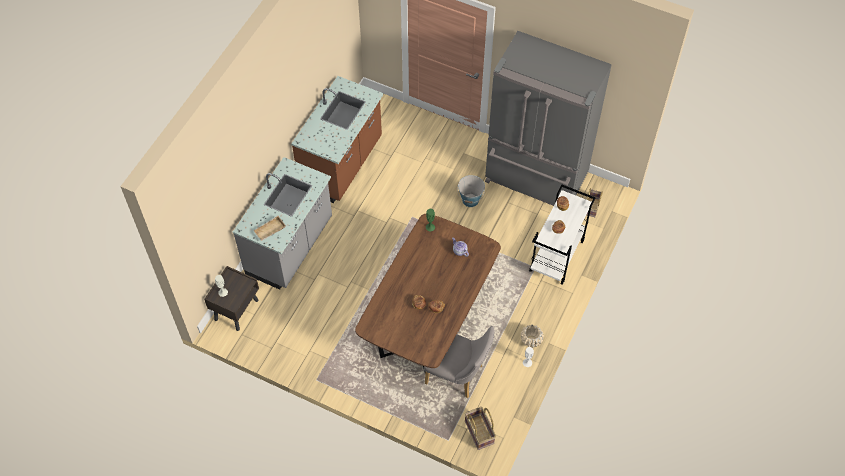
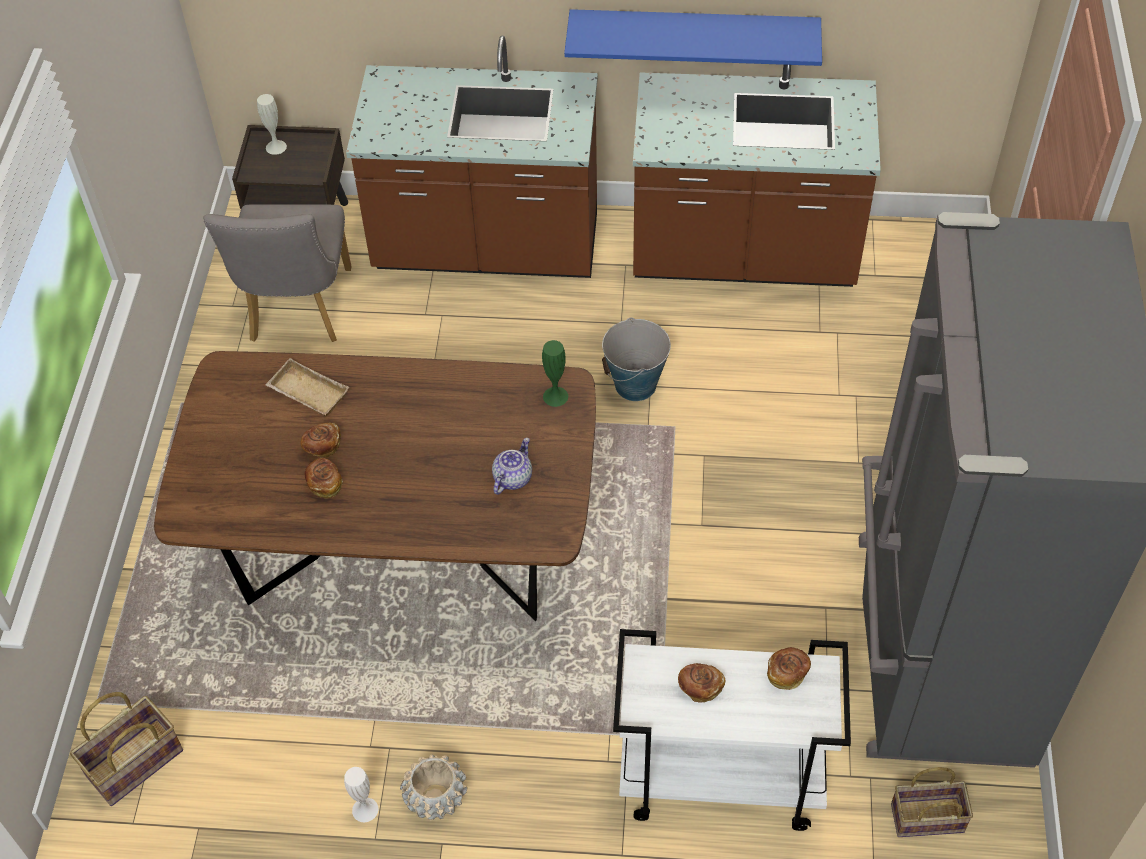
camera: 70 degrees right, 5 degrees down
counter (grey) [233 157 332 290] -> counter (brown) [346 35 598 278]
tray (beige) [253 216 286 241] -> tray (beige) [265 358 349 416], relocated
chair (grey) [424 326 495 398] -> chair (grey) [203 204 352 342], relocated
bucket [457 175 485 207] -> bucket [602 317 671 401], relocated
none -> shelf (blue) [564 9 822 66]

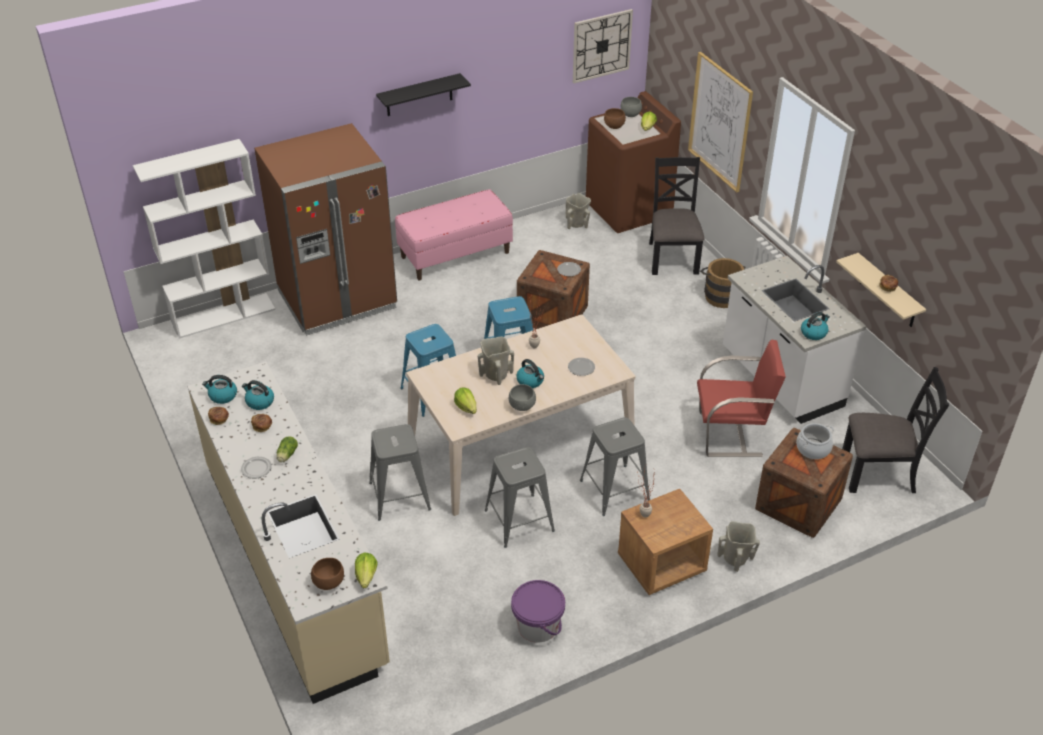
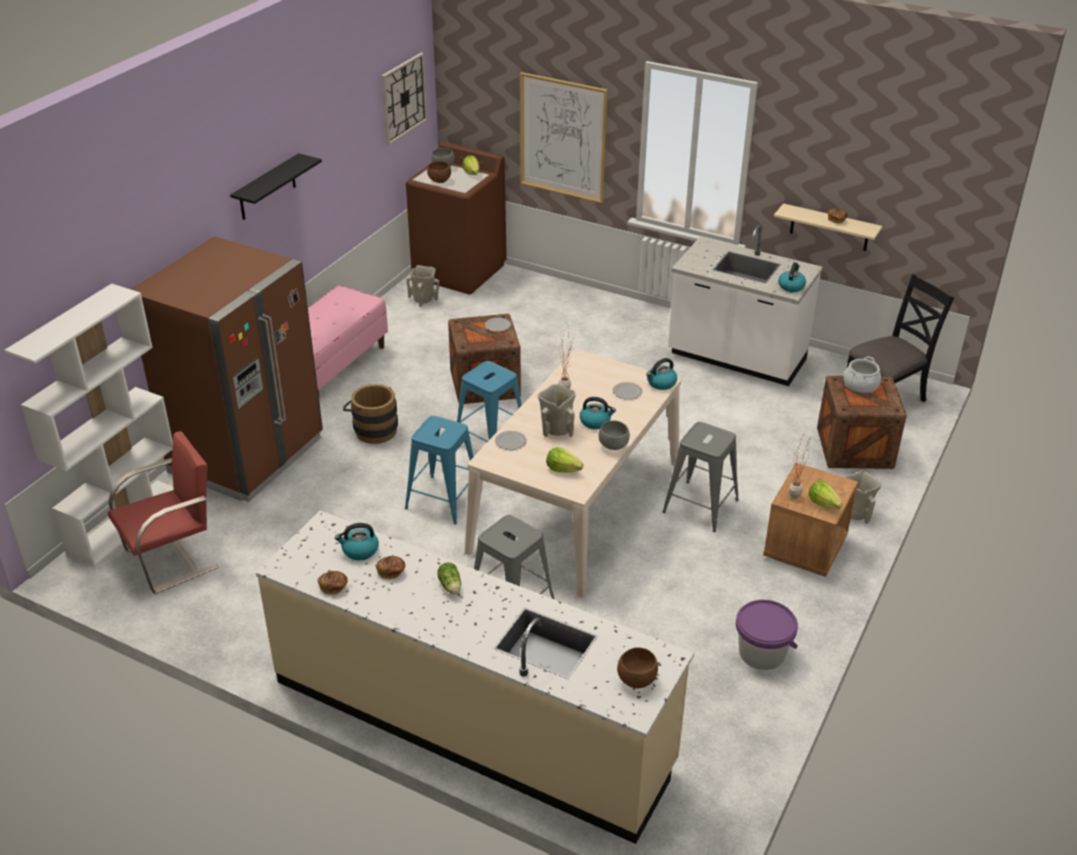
camera: 35 degrees left, 5 degrees down
kettle [202 375 237 404] -> kettle [646 358 677 390], relocated
plate [241 457 272 479] -> plate [495 431 527 450], relocated
lettuce [355 552 378 588] -> lettuce [809 481 843 509], relocated
stool (grey) [485 447 555 548] -> none
chair (black) [649 157 704 275] -> none
chair (red) [697 340 786 457] -> chair (red) [108 431 218 594], relocated
bucket (brown) [700 258 745 308] -> bucket (brown) [343 384 398 444], relocated

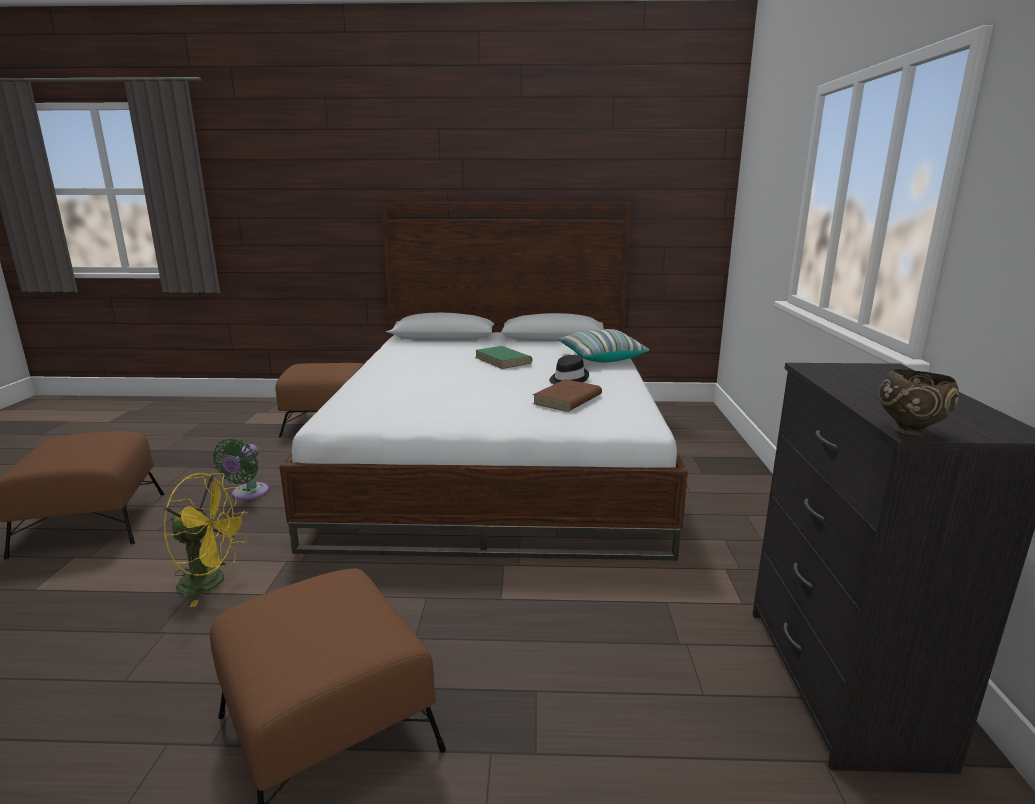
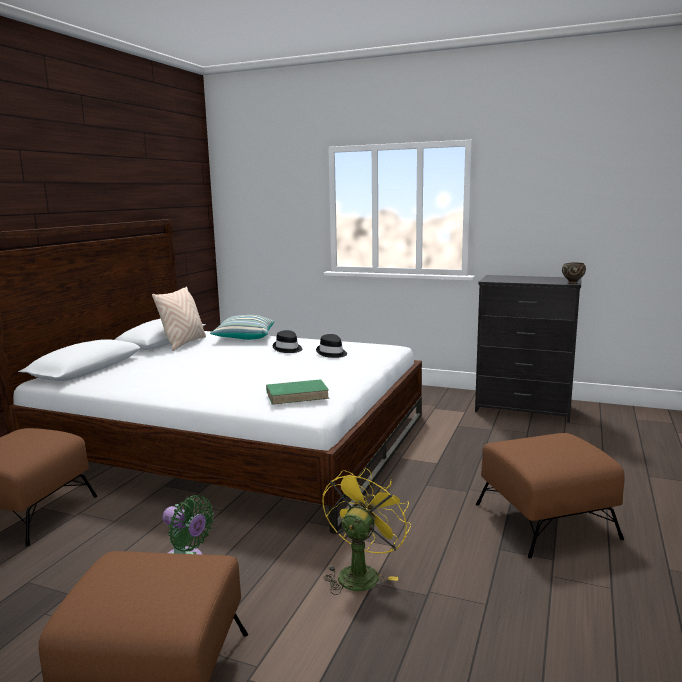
camera: 70 degrees left, 5 degrees down
book (green) [475 346 533 369] -> book (green) [266 379 329 405], relocated
book (brown) [533 379 602 412] -> hat (black) [316 334 347 358]
none -> pillow (beige) [152 286 206 351]

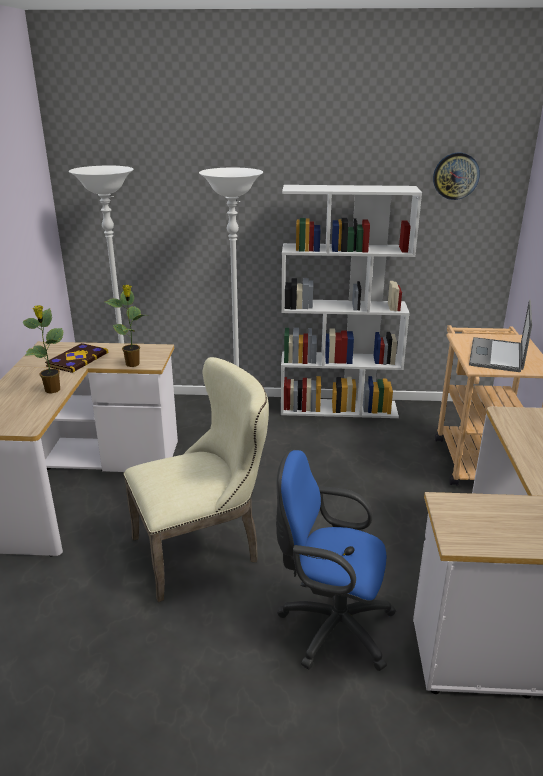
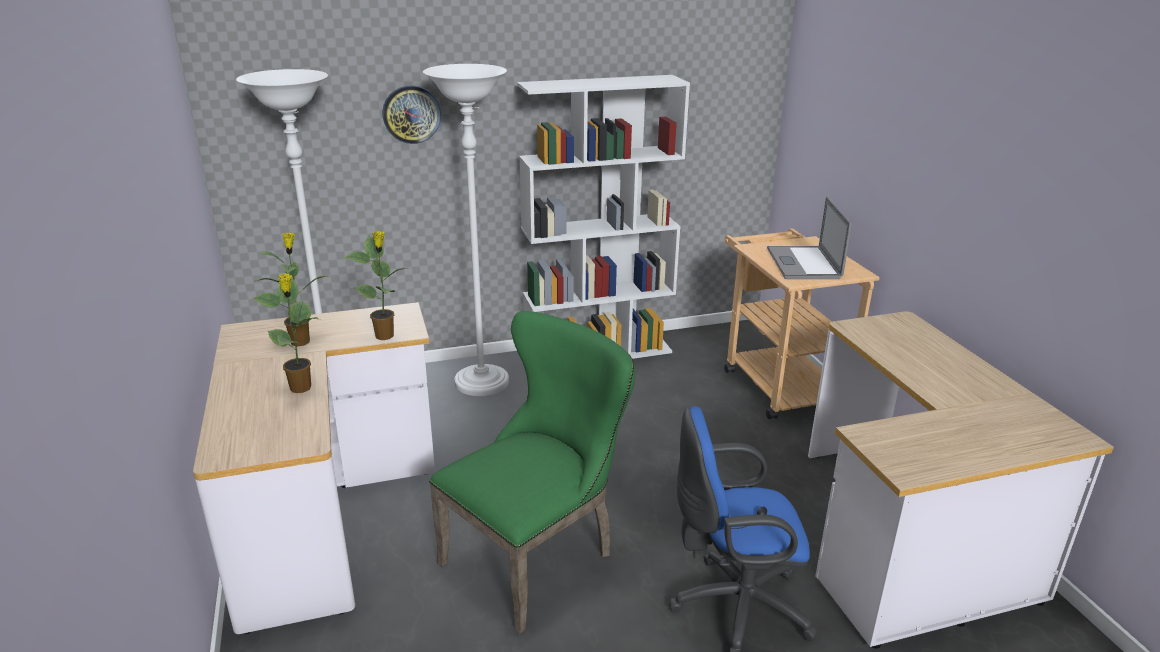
camera: 20 degrees left, 0 degrees up
book [45 343 108 373] -> potted plant [255 232 328 347]
chair (beige) [123 357 269 602] -> chair (green) [429 311 635 634]
wall clock [433 153 480 200] -> wall clock [383 85 441 144], relocated

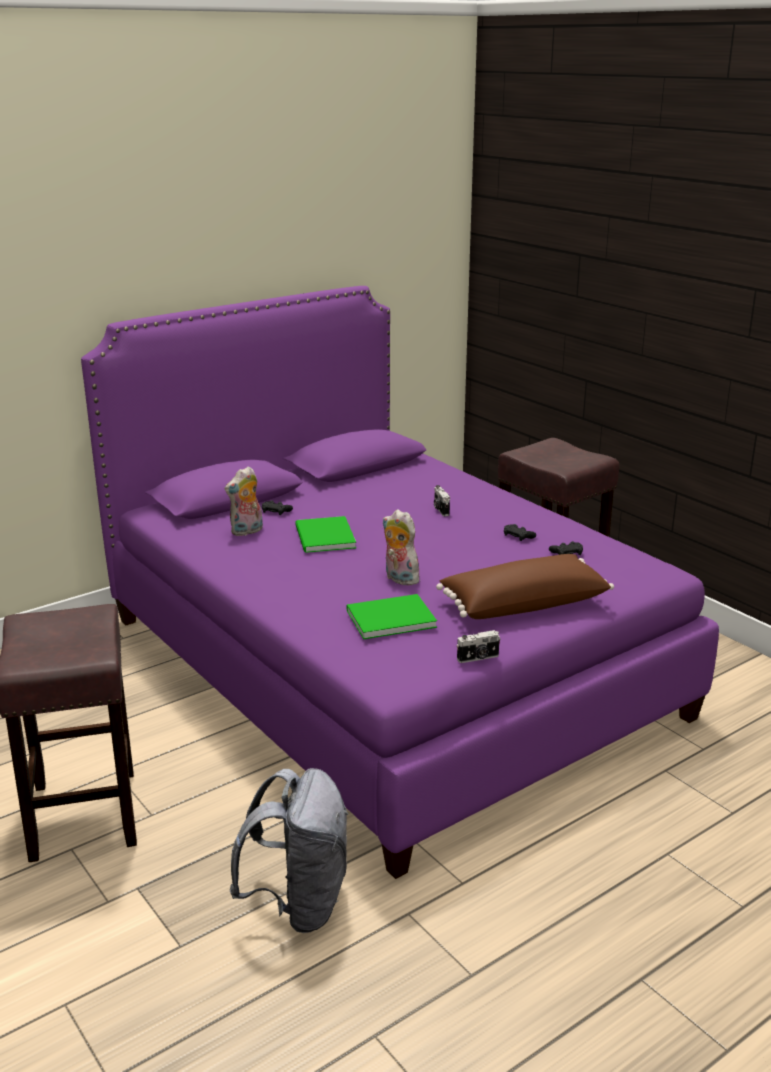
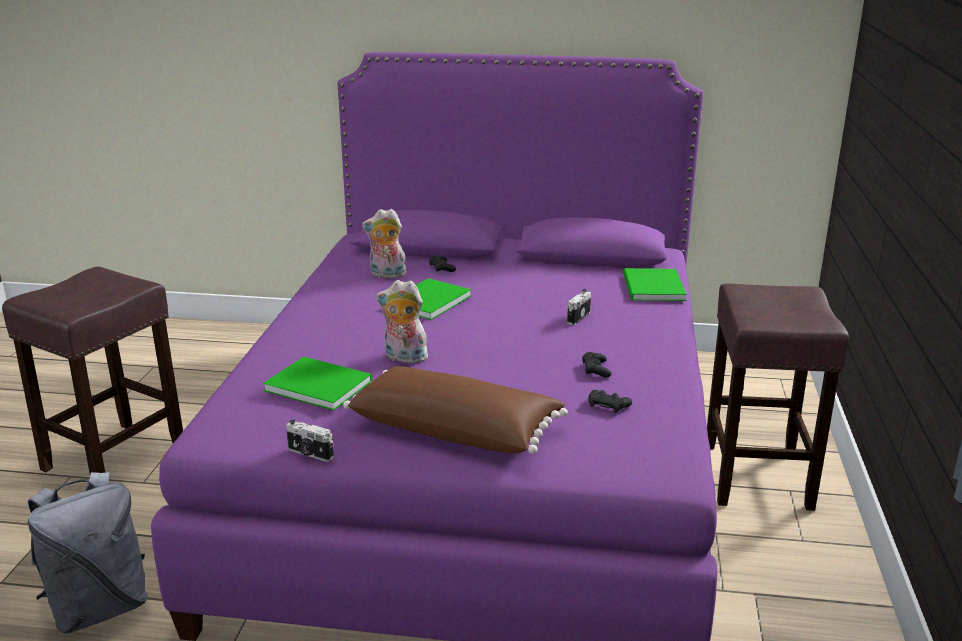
camera: 45 degrees right, 0 degrees up
plush toy [383 509 419 586] -> plush toy [376 280 430 363], 75 degrees counterclockwise
none -> book (green) [623 268 687 301]

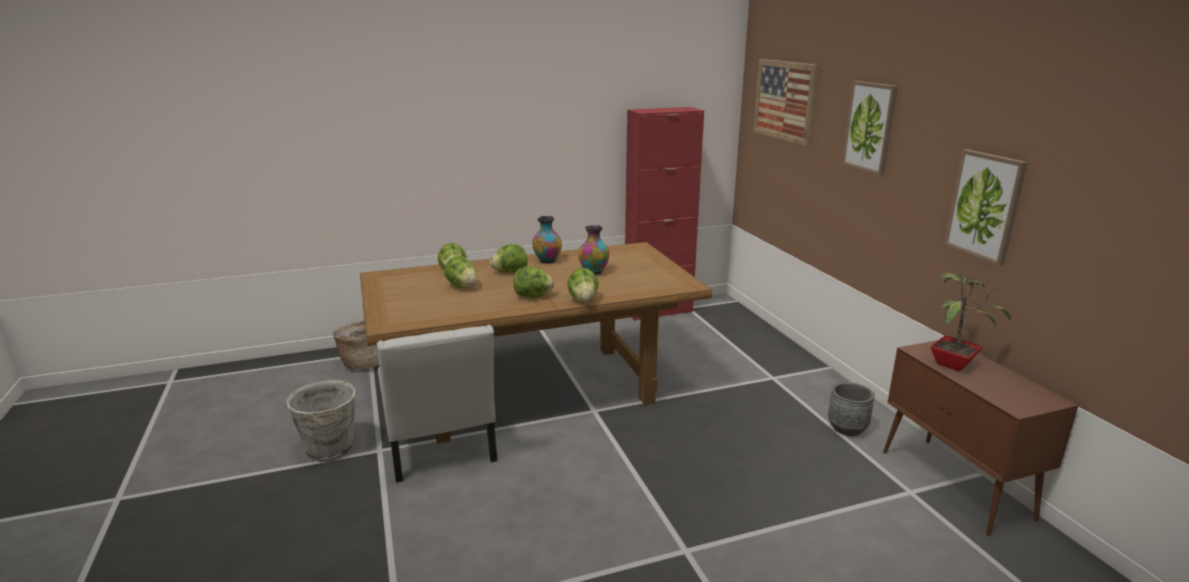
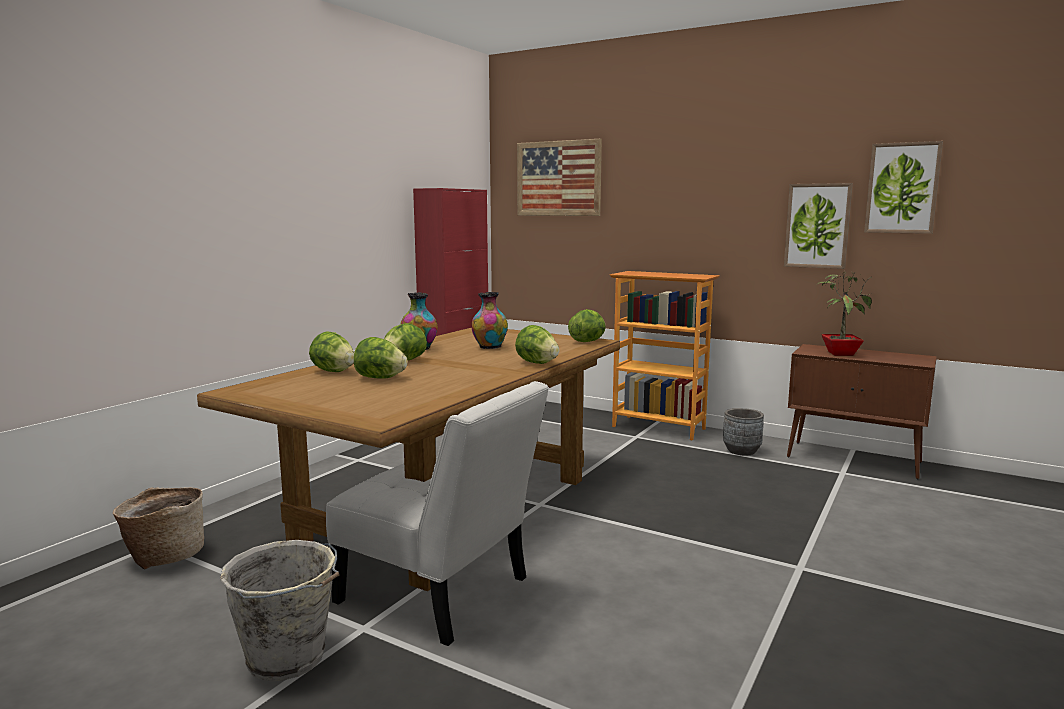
camera: 40 degrees left, 10 degrees down
lettuce [514 266 554 297] -> lettuce [568 309 606 342], relocated
picture [842 81 898 175] -> picture [864 141 943 234], relocated
none -> bookcase [610 271 720 440]

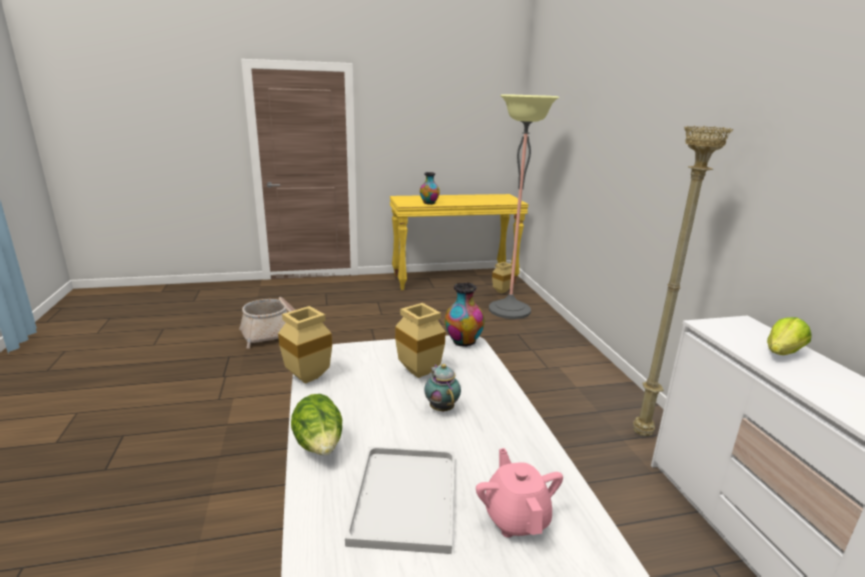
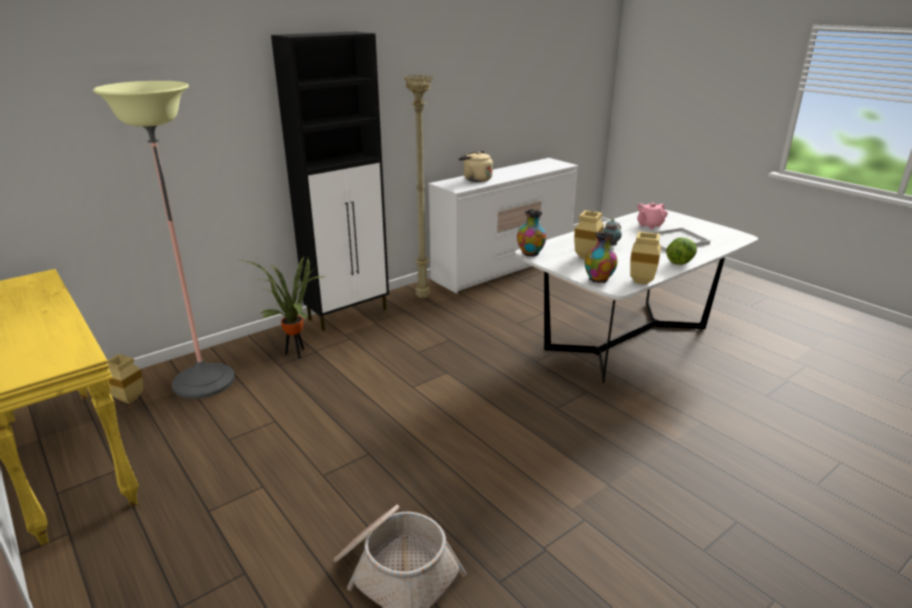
camera: 115 degrees left, 5 degrees up
vase [420 172 440 205] -> vase [584 232 618 283], relocated
lettuce [767 317 812 355] -> kettle (beige) [459 151 493 182]
none -> potted plant [240 256 322 359]
none -> cabinet (black) [271 31 389 331]

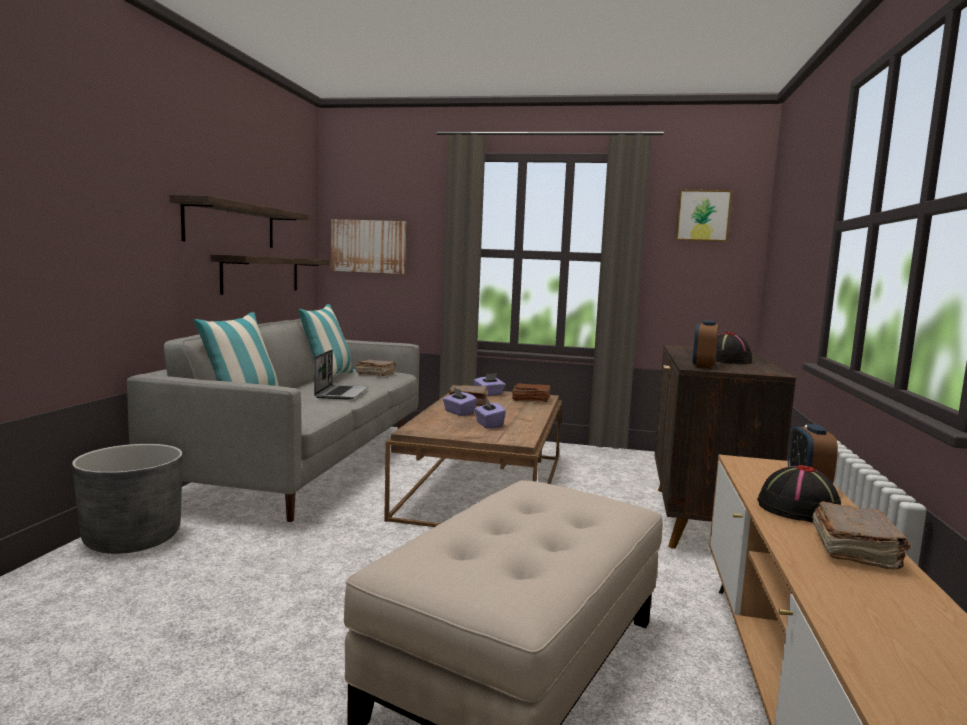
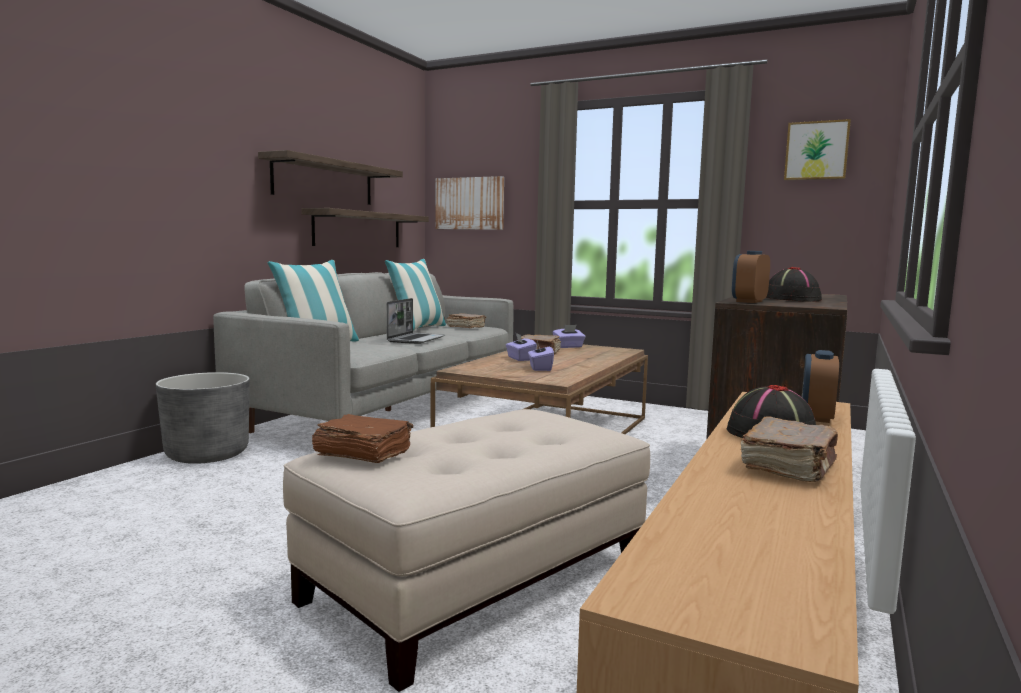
camera: 15 degrees right, 0 degrees up
book (brown) [512 383 550 402] -> book (brown) [312 414 413 463], relocated

